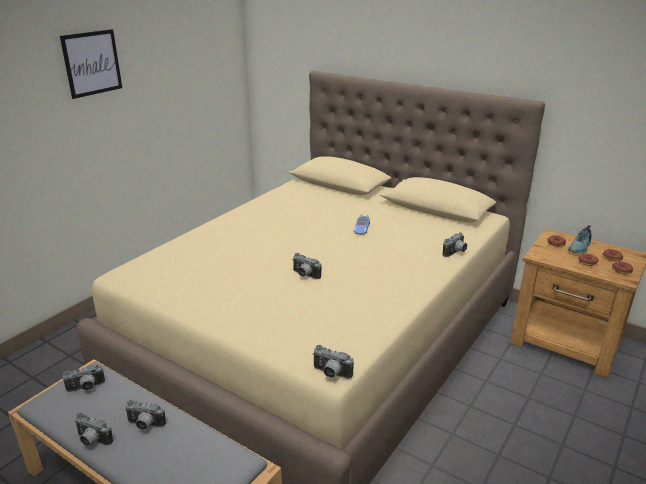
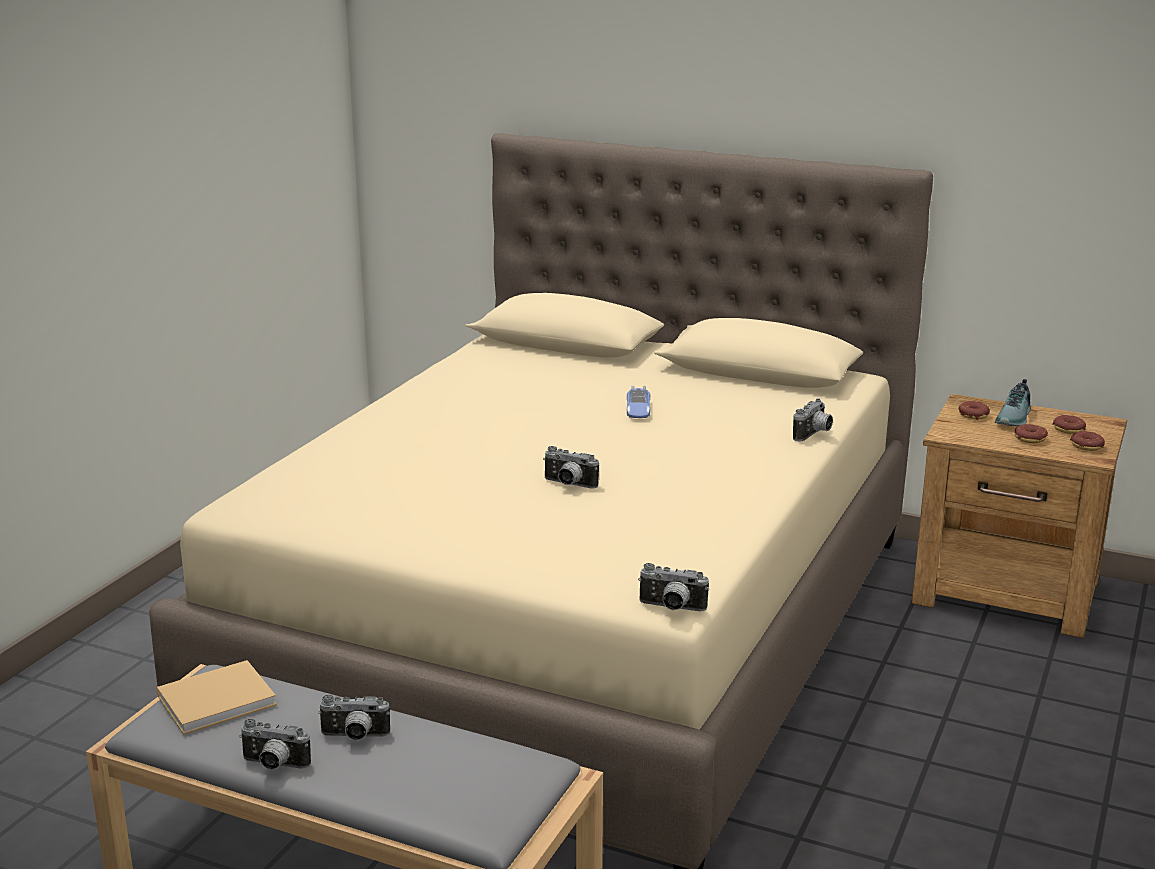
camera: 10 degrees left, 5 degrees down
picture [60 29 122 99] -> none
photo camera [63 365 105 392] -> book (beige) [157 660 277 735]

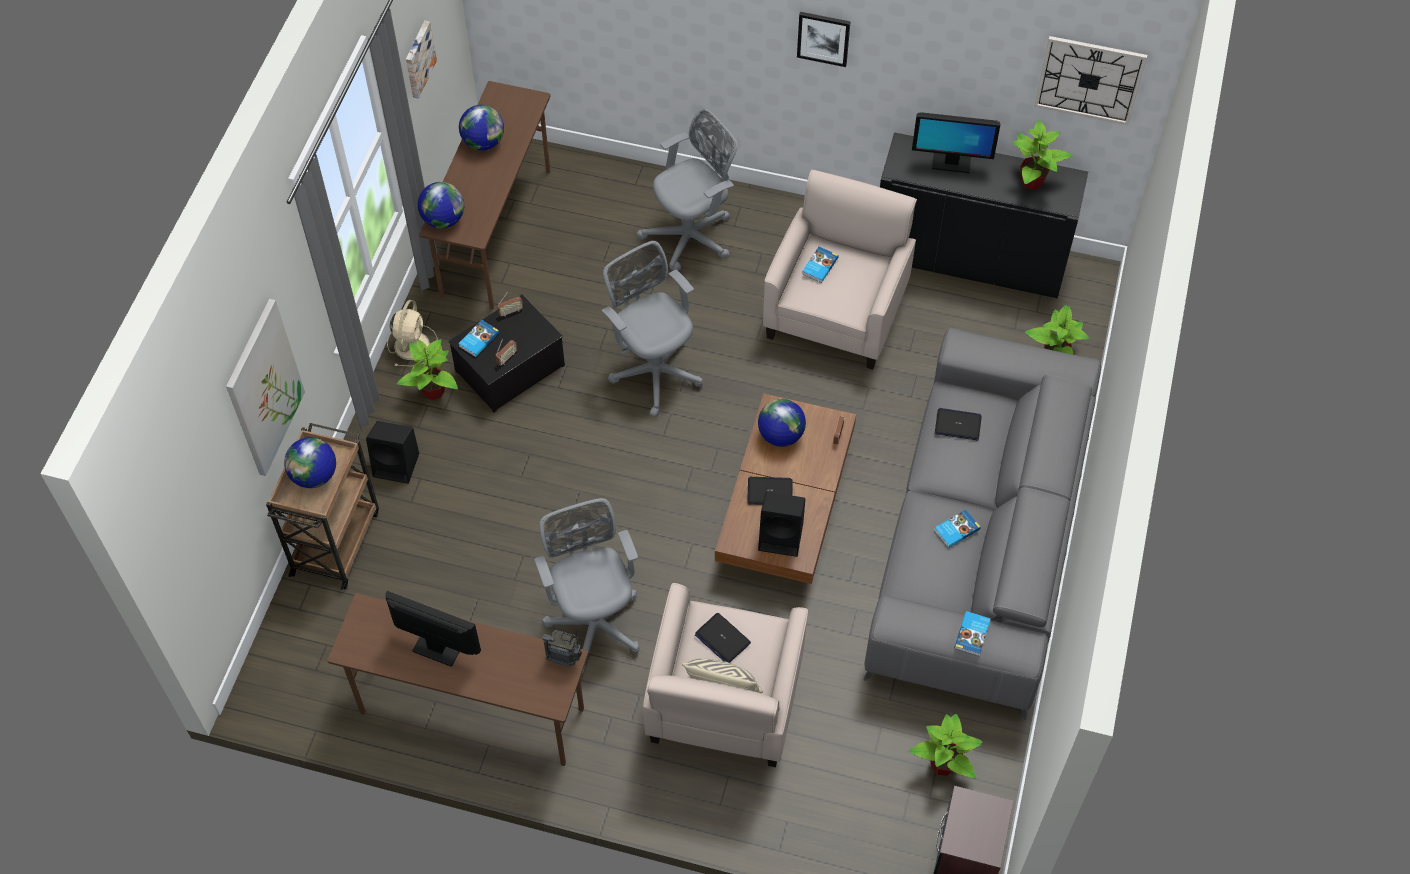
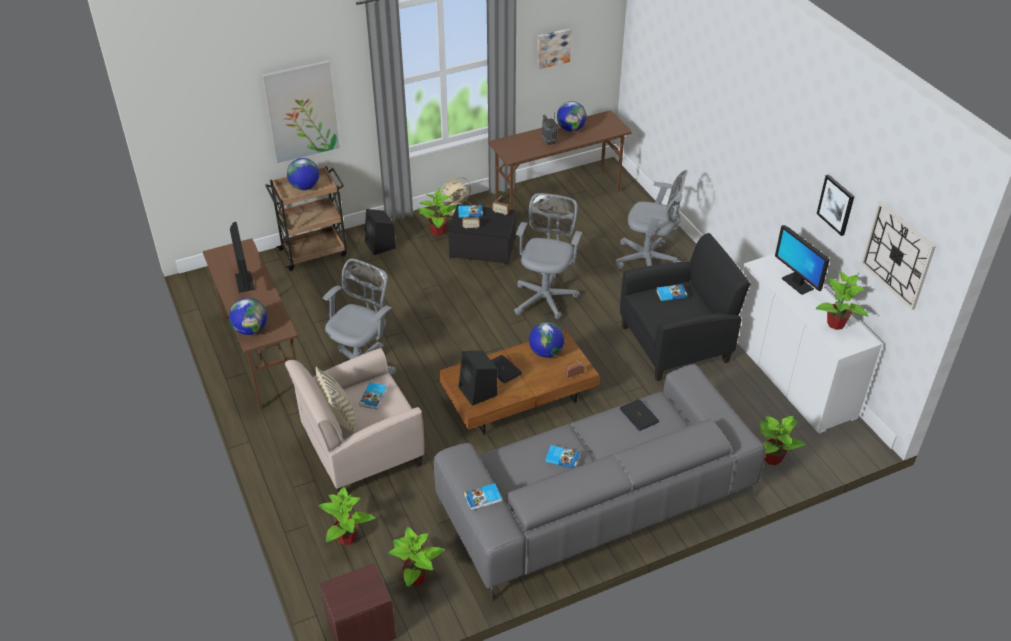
camera: 50 degrees right, 15 degrees down
globe [418 182 464 228] -> globe [229 298 267 335], relocated
radio [542 630 582 667] -> radio [542 113 558 145], relocated
laptop [695 613 751 663] -> book [359 382 387 409]
armchair (beige) [763 170 917 370] -> armchair (black) [620 233 750 381]
picture [797 12 851 67] -> picture [817 174 854 236], relocated
cabinet (black) [880 132 1088 299] -> cabinet (white) [737 254 882 434]
none -> potted plant [318 487 376 545]

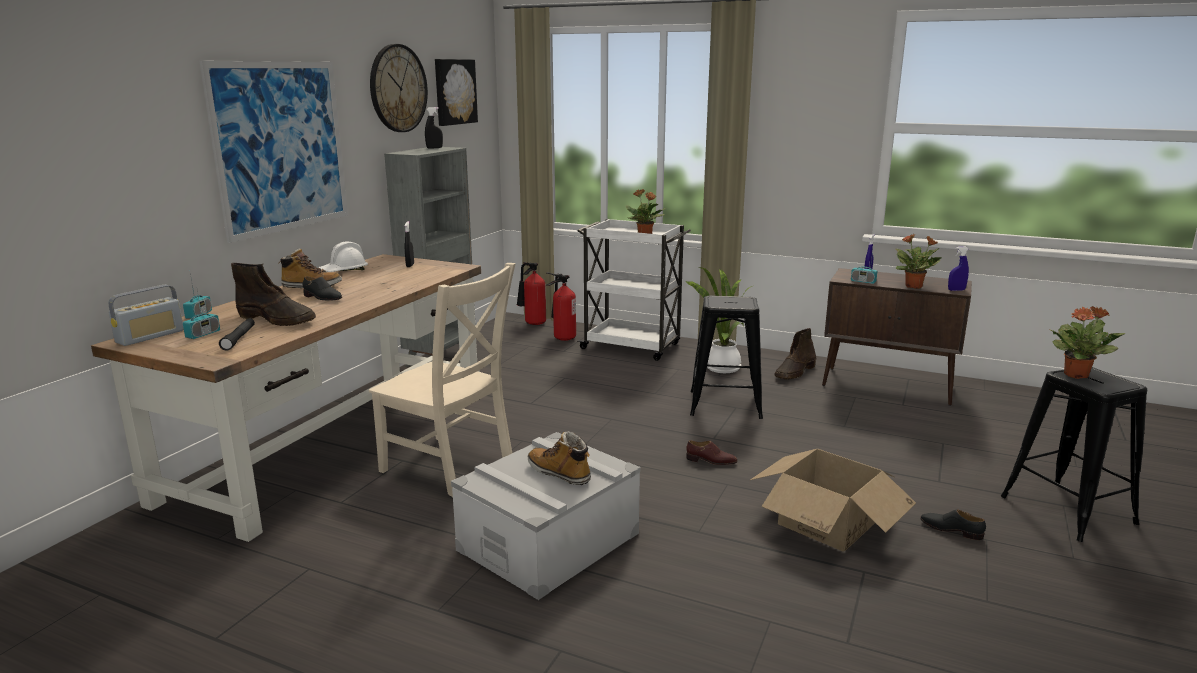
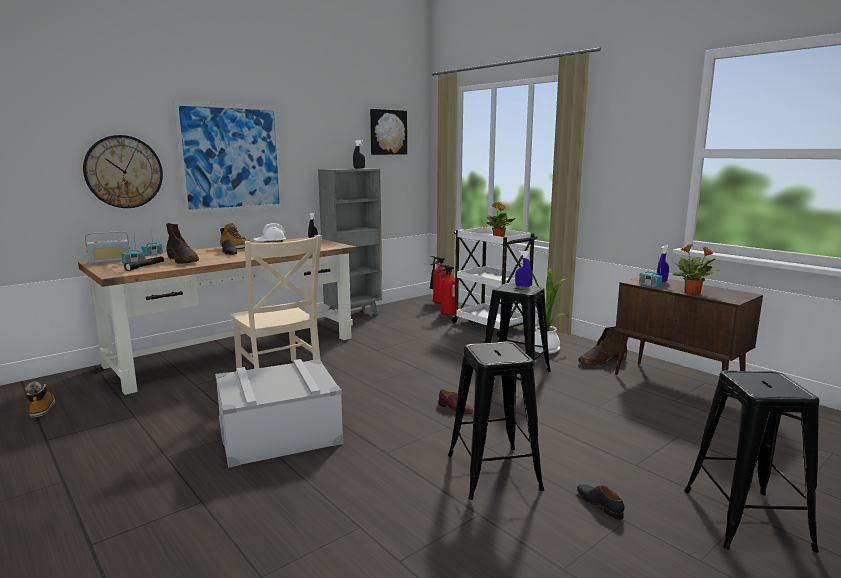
camera: 25 degrees right, 5 degrees down
wall clock [370 44 428 132] -> wall clock [83 135 163 208], relocated
boot [528 431 591 485] -> boot [25 381 55 419], relocated
cardboard box [750 449 916 552] -> stool (black) [448 341 544 500]
spray bottle (blue) [948 247 969 291] -> spray bottle (blue) [515 250 532 287], relocated
potted plant [1050 306 1126 379] -> none

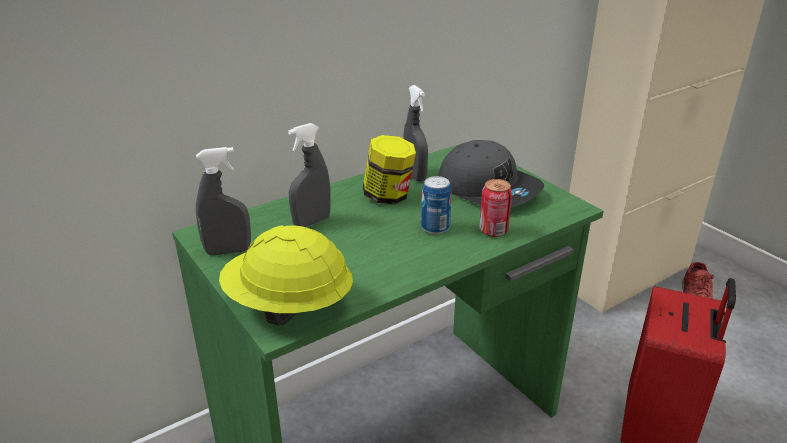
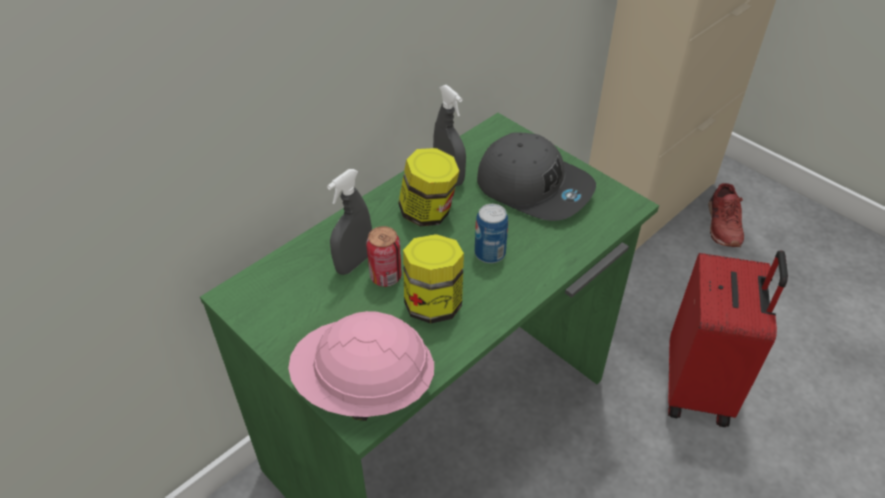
camera: 10 degrees left, 15 degrees up
spray bottle (grey) [196 147 251 256] -> none
hard hat (yellow) [219 225 353 325] -> hard hat (pink) [288 311 434 421]
can [479 179 512 237] -> can [366 226 402 287], relocated
none -> jar [403 234 464 324]

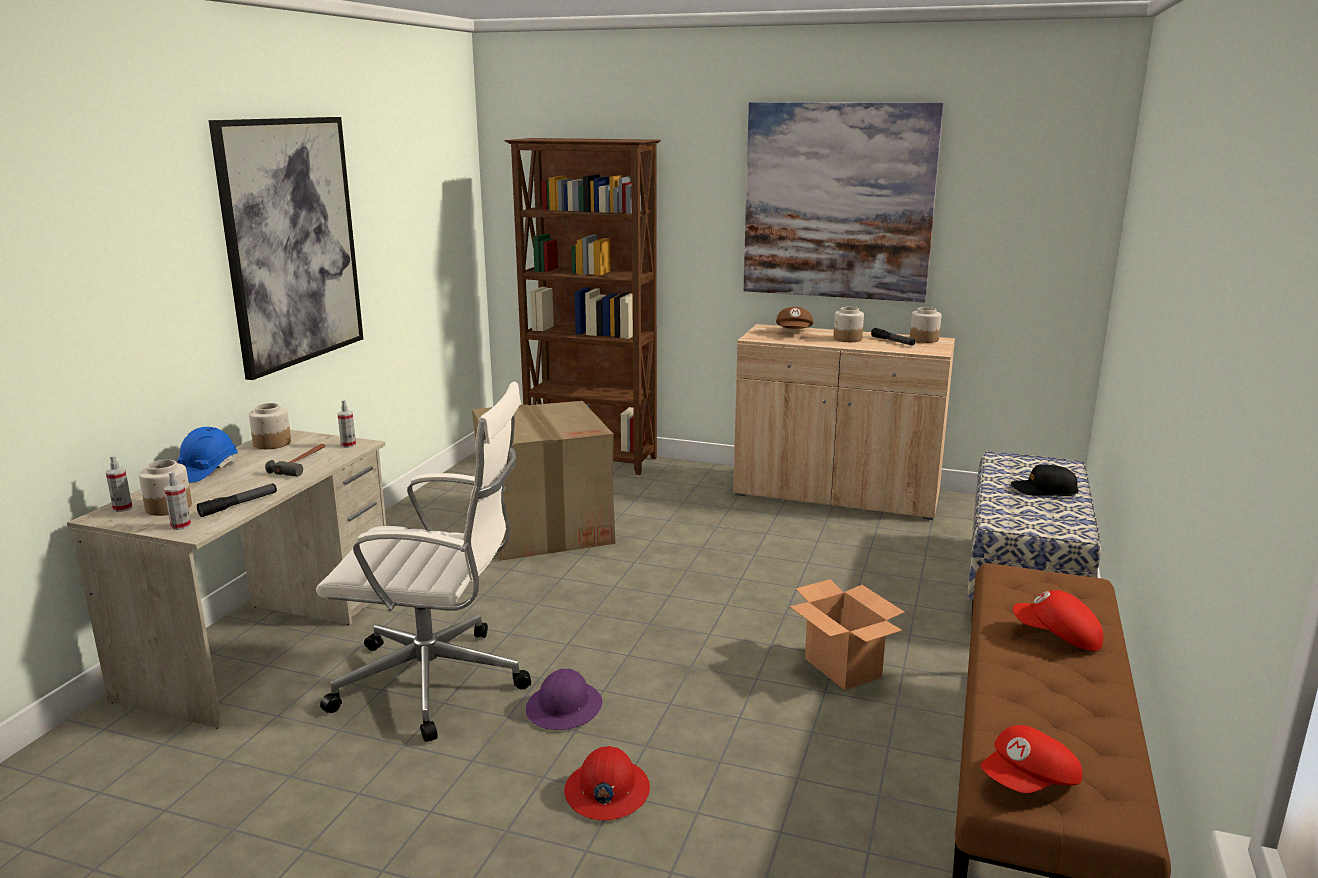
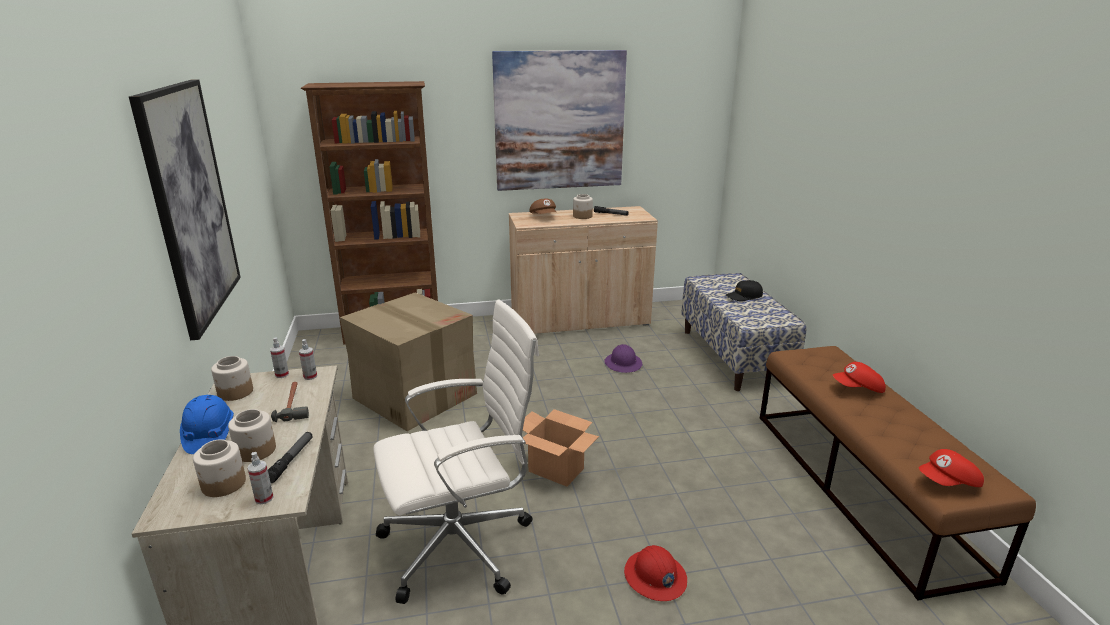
camera: 30 degrees left, 5 degrees up
spray bottle [106 455 132 512] -> spray bottle [270 337 289 378], relocated
hard hat (purple) [526 669 602 730] -> hard hat (purple) [605 344 642 373], relocated
cardboard box [790 579 905 690] -> cardboard box [523 409 599 487], relocated
jar [910 307 941 343] -> jar [228 409 276 462], relocated
cap (red) [981 725 1082 793] -> cap (red) [919 449 984 487], 45 degrees clockwise

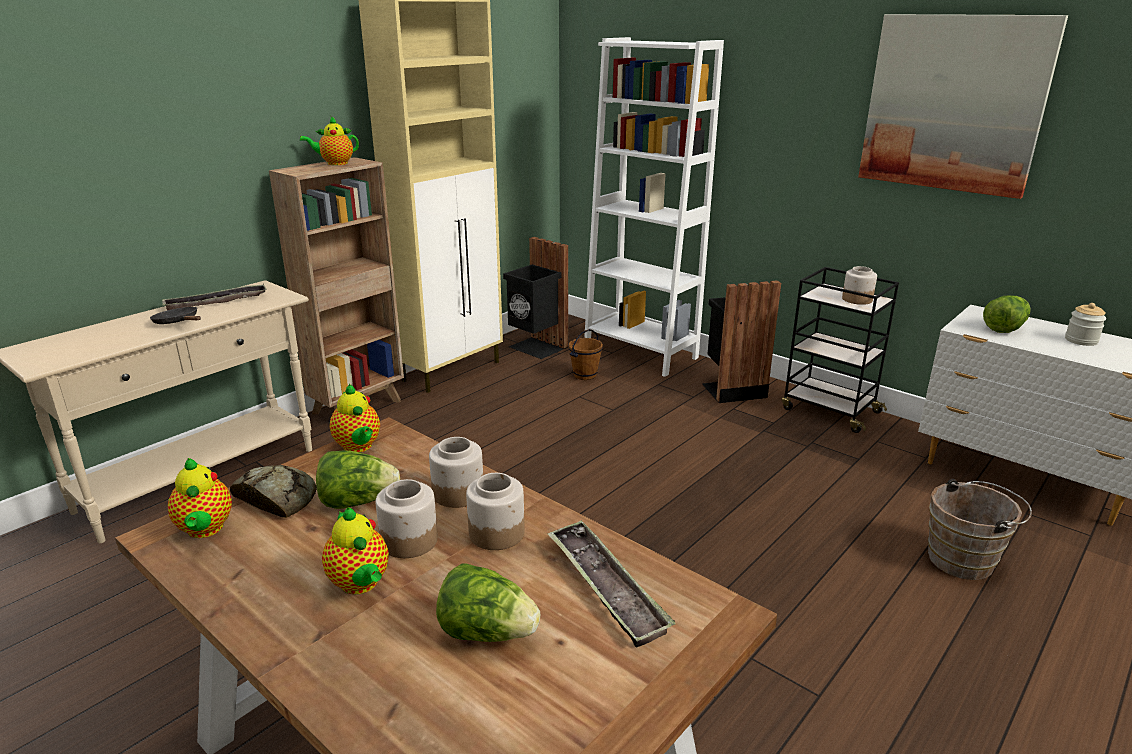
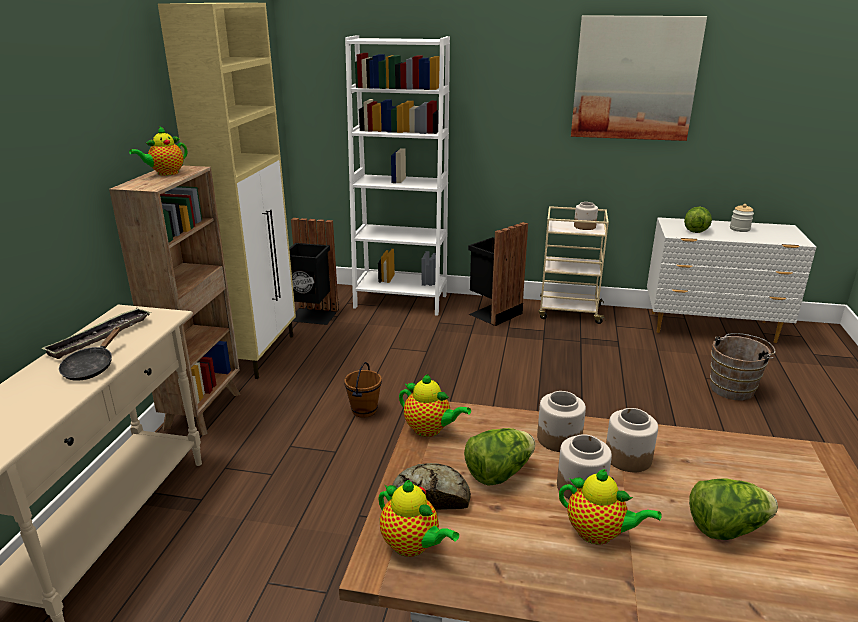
camera: 30 degrees left, 0 degrees up
frying pan (black) [150 307 201 324] -> frying pan (black) [59 327 121 381], 90 degrees counterclockwise
tray [547 520 676 647] -> none
bucket (brown) [568 329 603 380] -> bucket (brown) [344 362 382 418], relocated
cart (black) [782 267 899 433] -> cart (beige) [538 206 609 324]

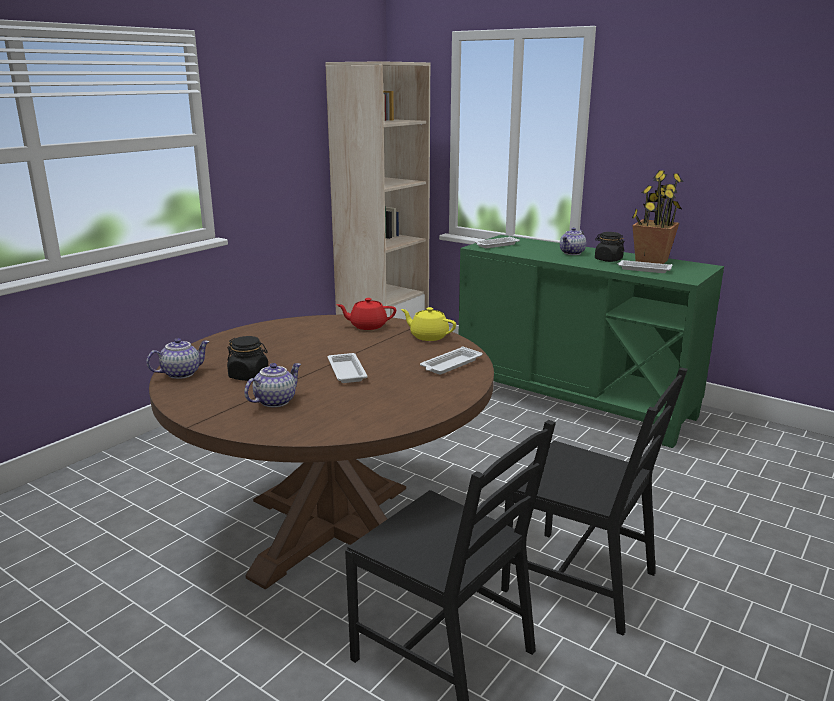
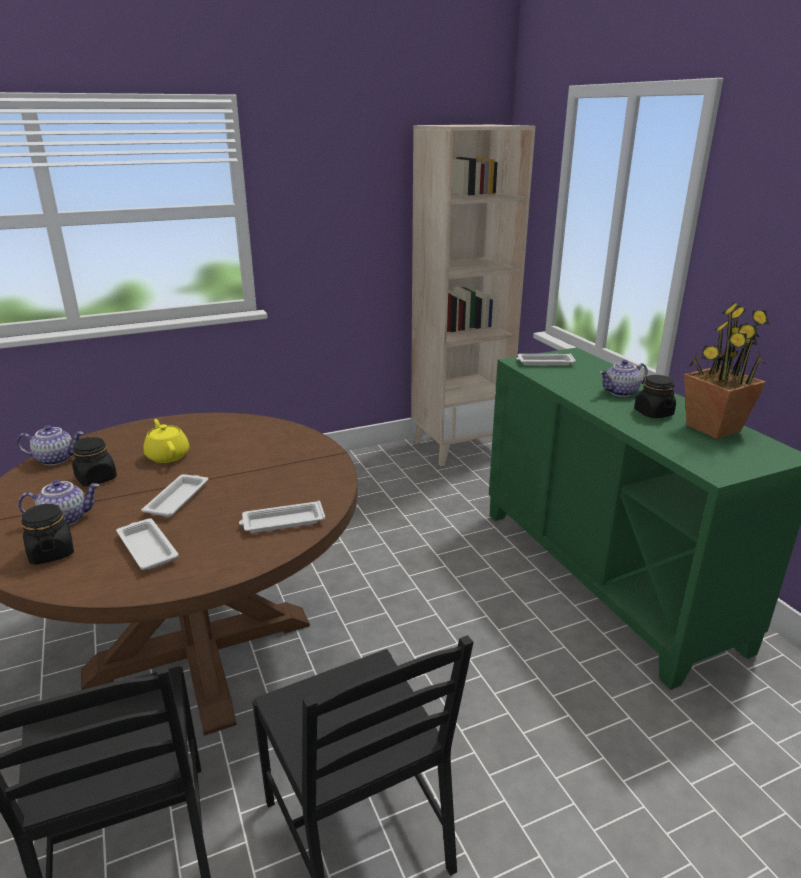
camera: 30 degrees right, 5 degrees up
teapot (red) [336 298 396 330] -> none
teapot (yellow) [401 307 456 341] -> teapot (yellow) [143 419 189 463], relocated
tray (white) [617 260 673 273] -> tray (white) [116 518 179 570], relocated
none -> jar (black) [21 504 74 565]

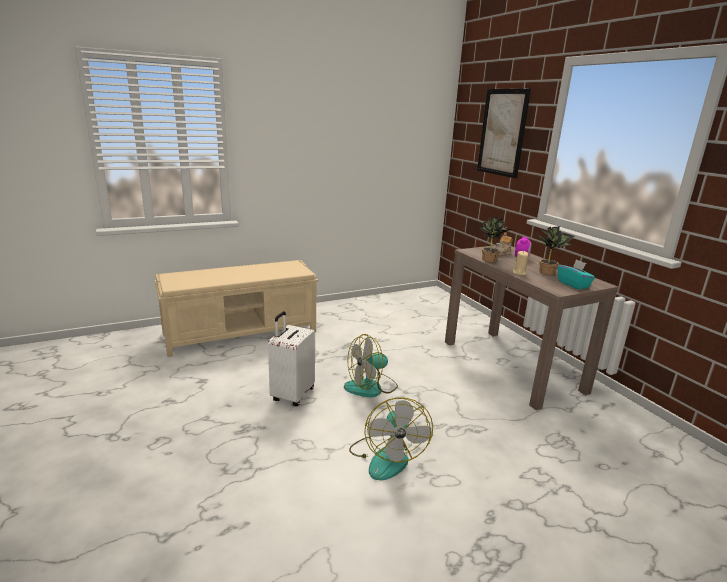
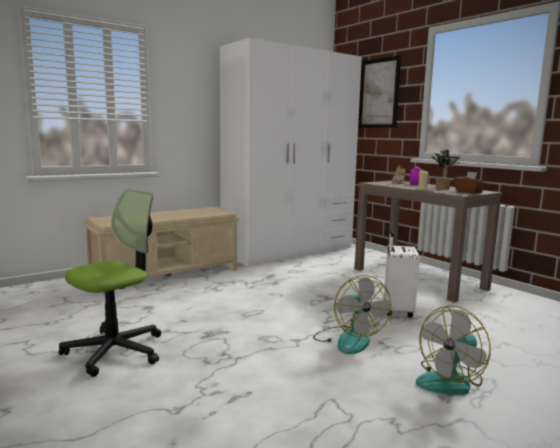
camera: 10 degrees left, 10 degrees down
suitcase (white) [268 311 315 406] -> suitcase (white) [384 230 420 317], relocated
fan [344 334 398 397] -> fan [416 306 491 395], relocated
potted plant [480 217 511 262] -> none
tissue box (turquoise) [558 259 595 290] -> tissue box (brown) [454 172 486 194]
none -> office chair [59 188 161 377]
none -> wardrobe (white) [220 38 362 266]

